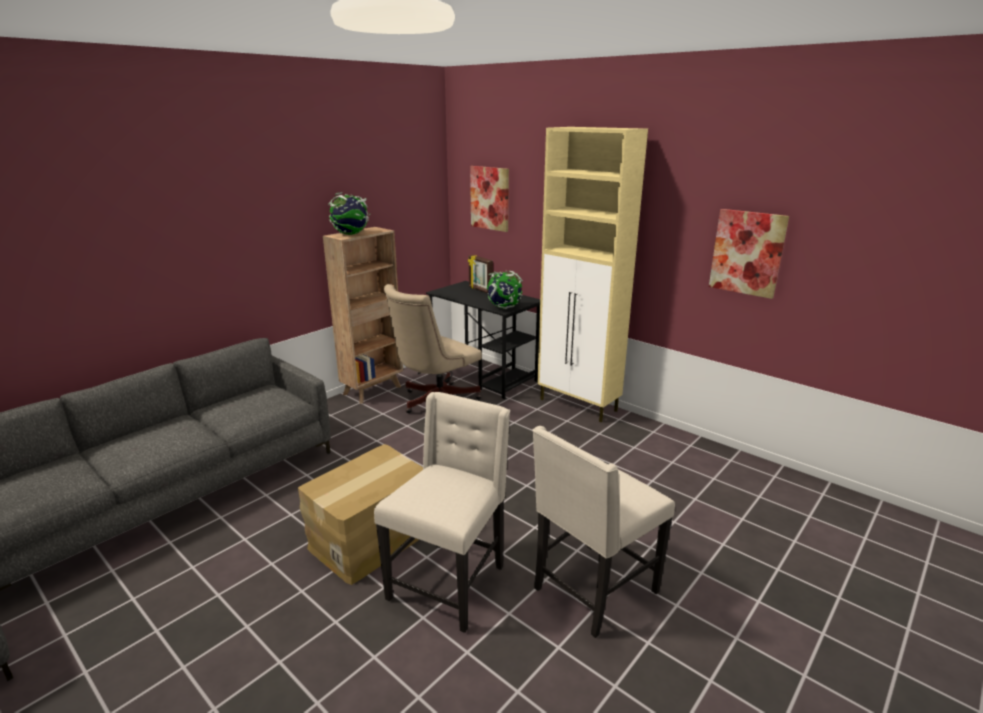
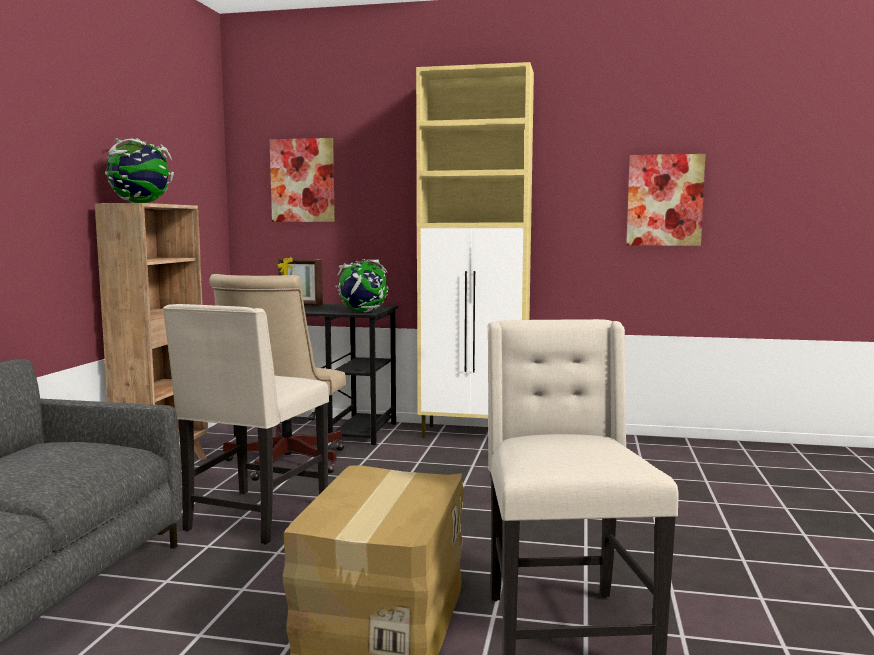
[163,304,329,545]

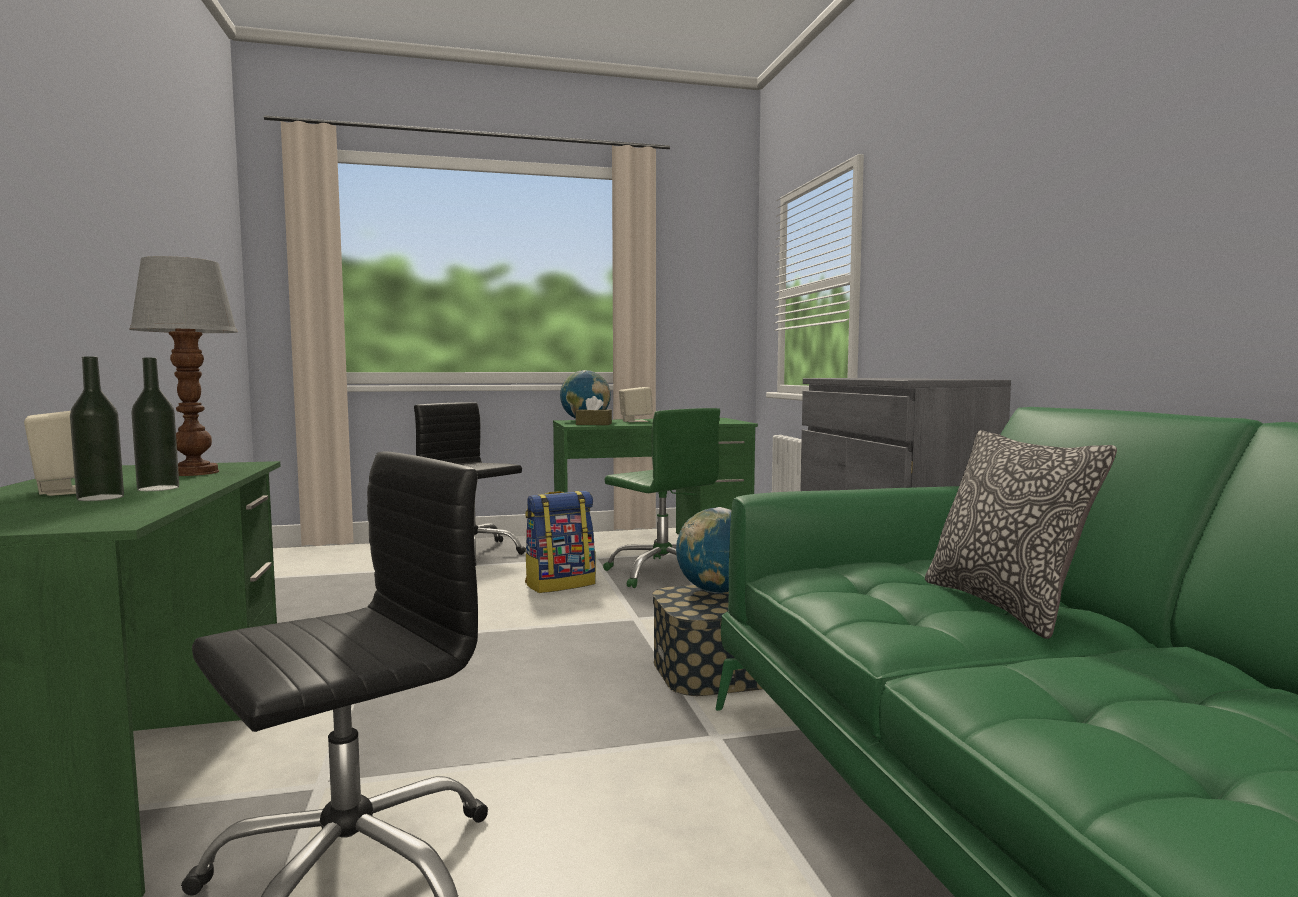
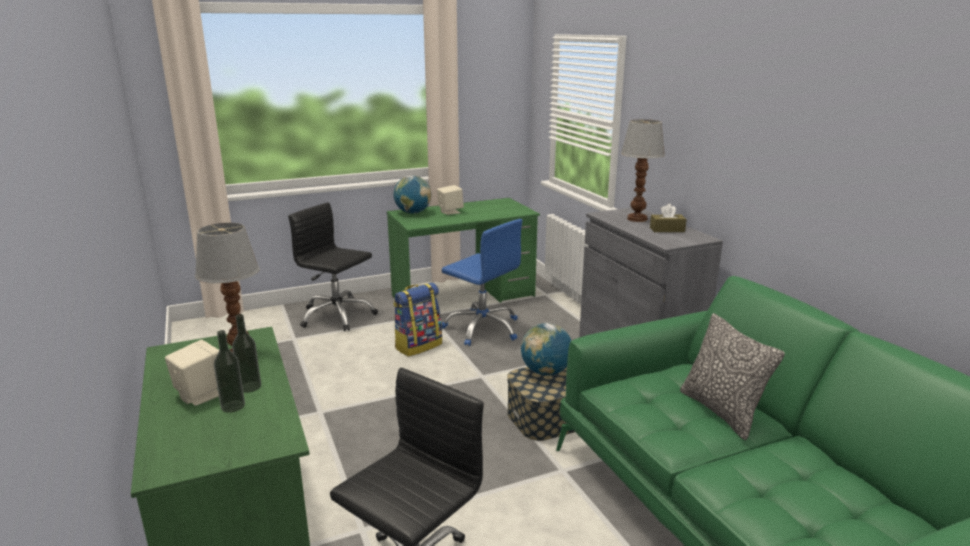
[621,119,665,222]
[650,204,687,232]
[442,219,522,346]

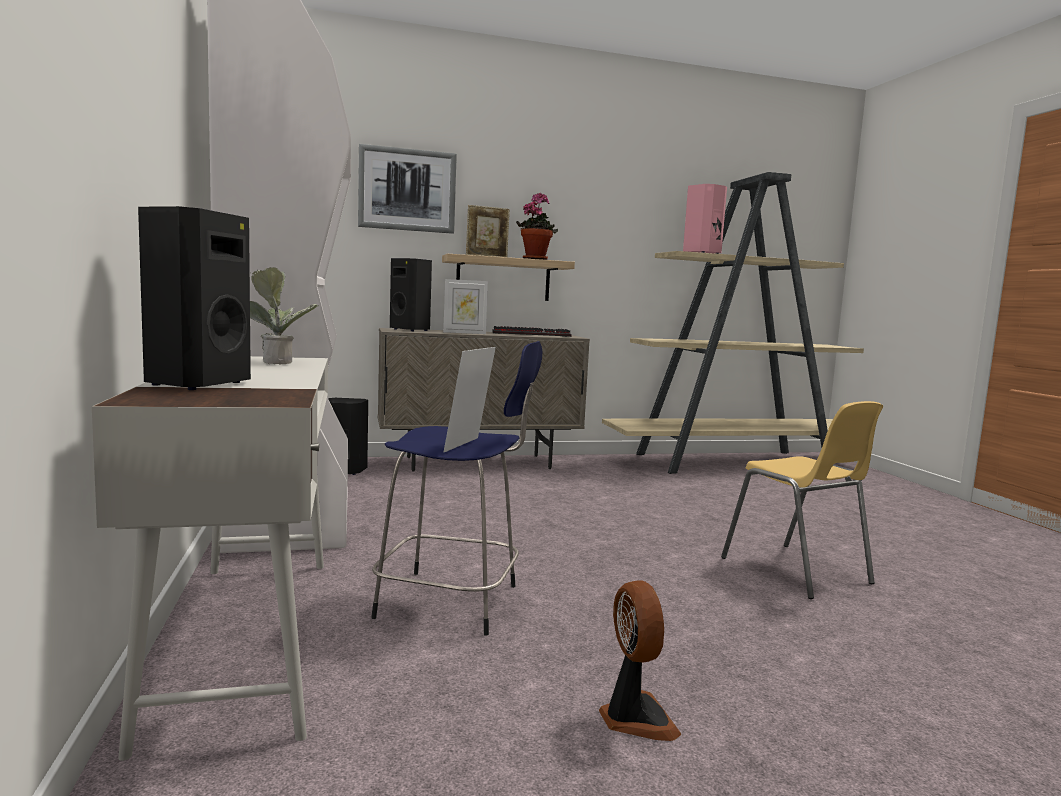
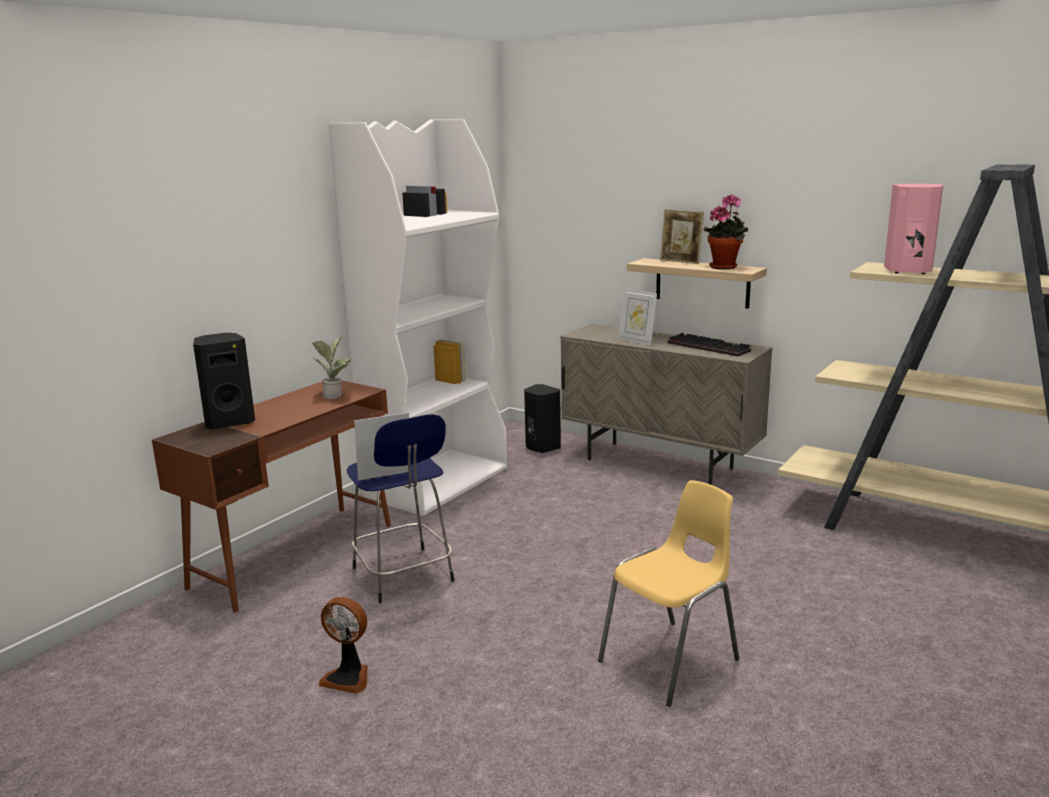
[358,144,457,234] (first image)
[390,258,432,331] (first image)
[152,381,391,613]
[319,597,368,694]
[598,480,739,707]

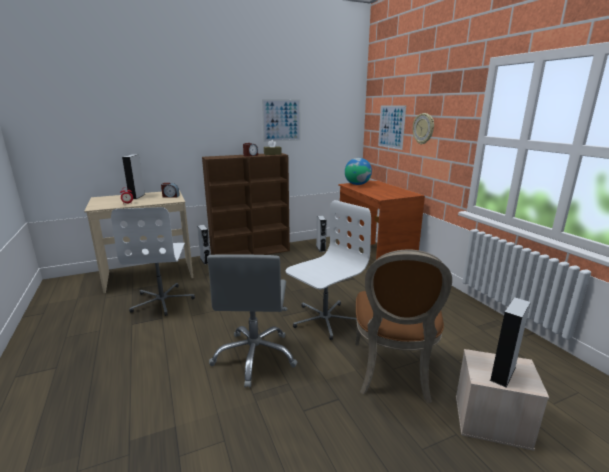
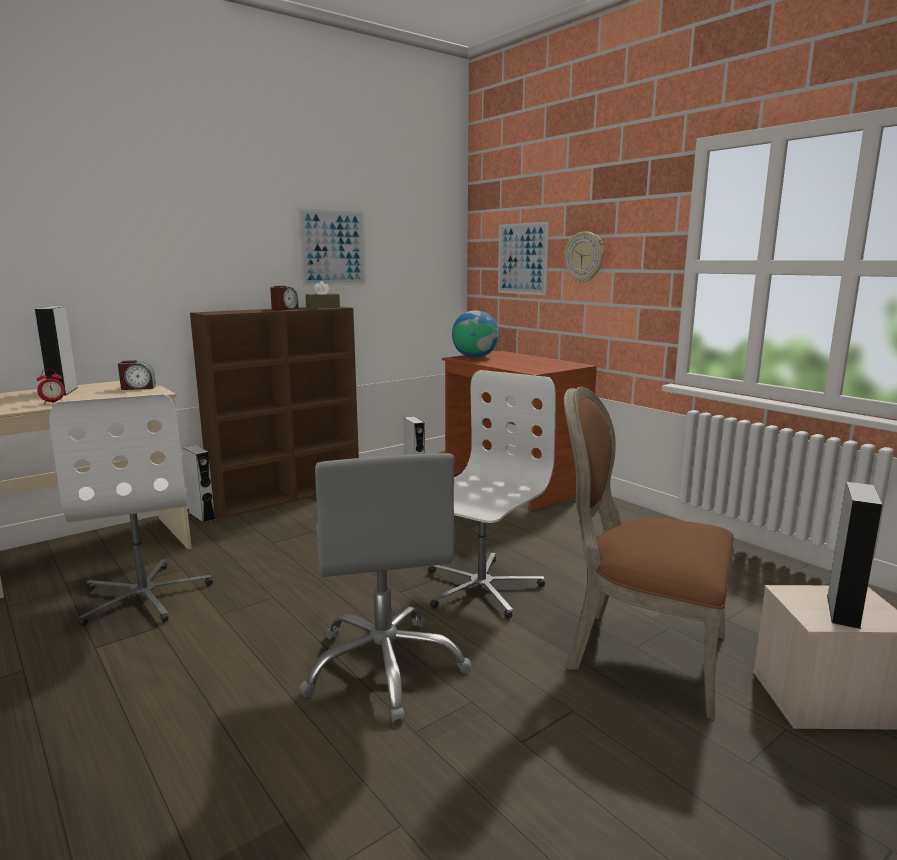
[564,387,733,720]

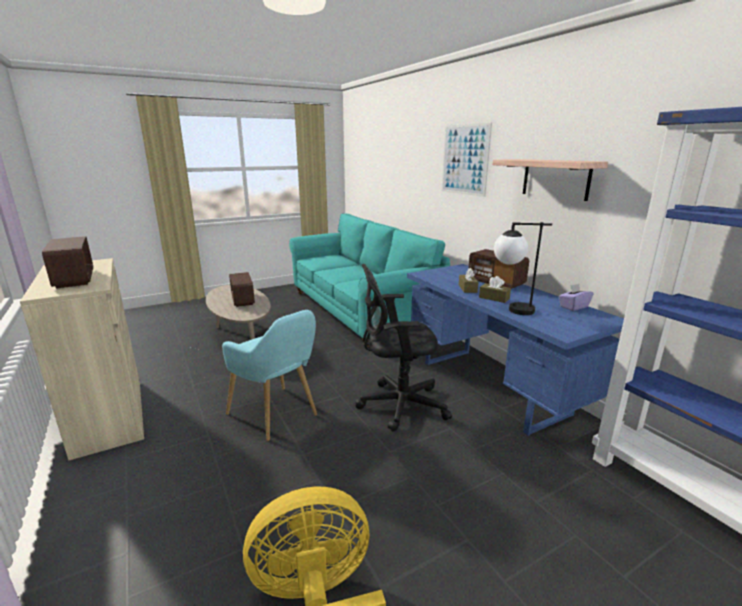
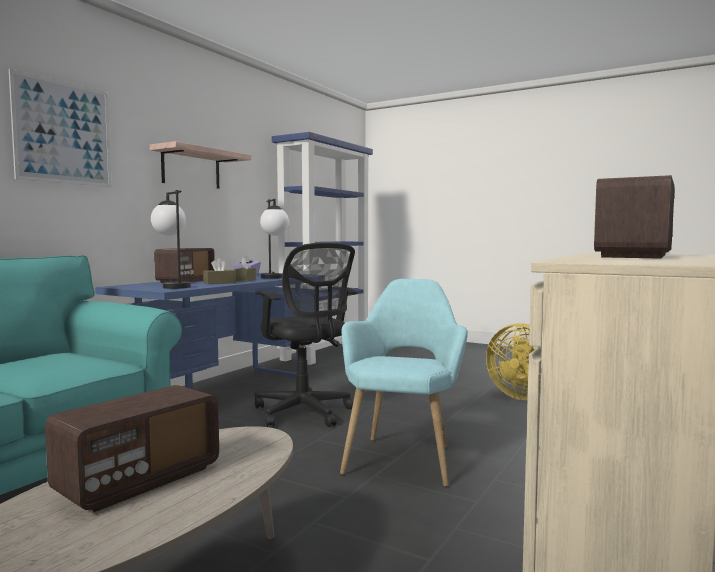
[151,190,191,289]

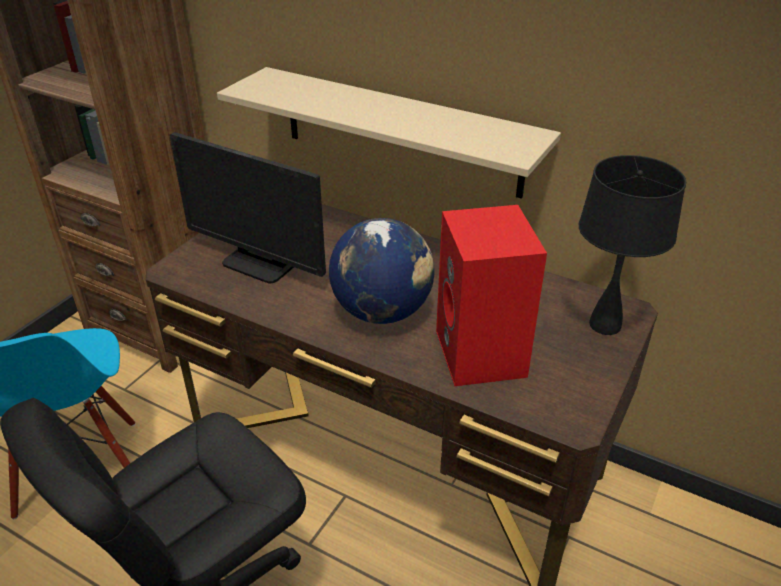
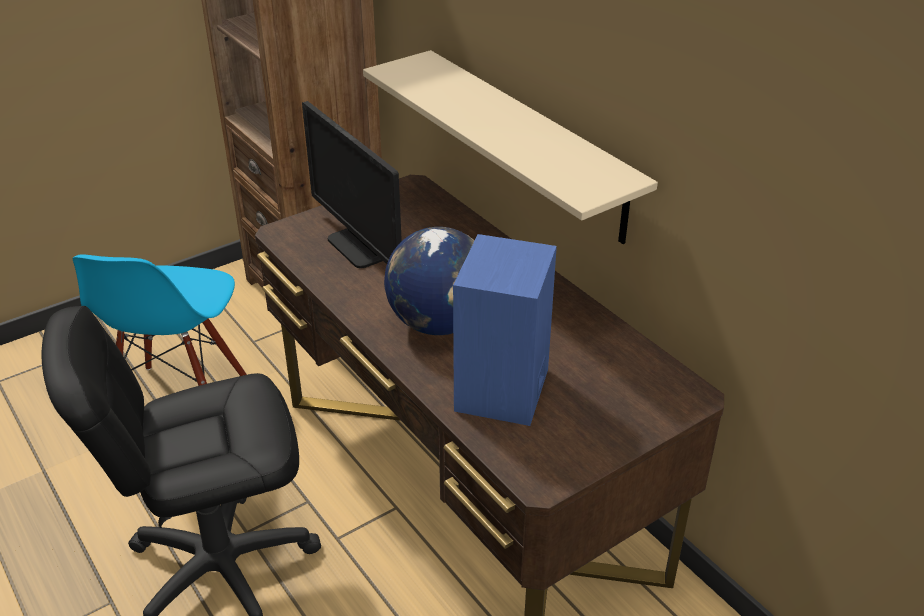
[579,155,686,335] (first image)
[453,234,557,426]

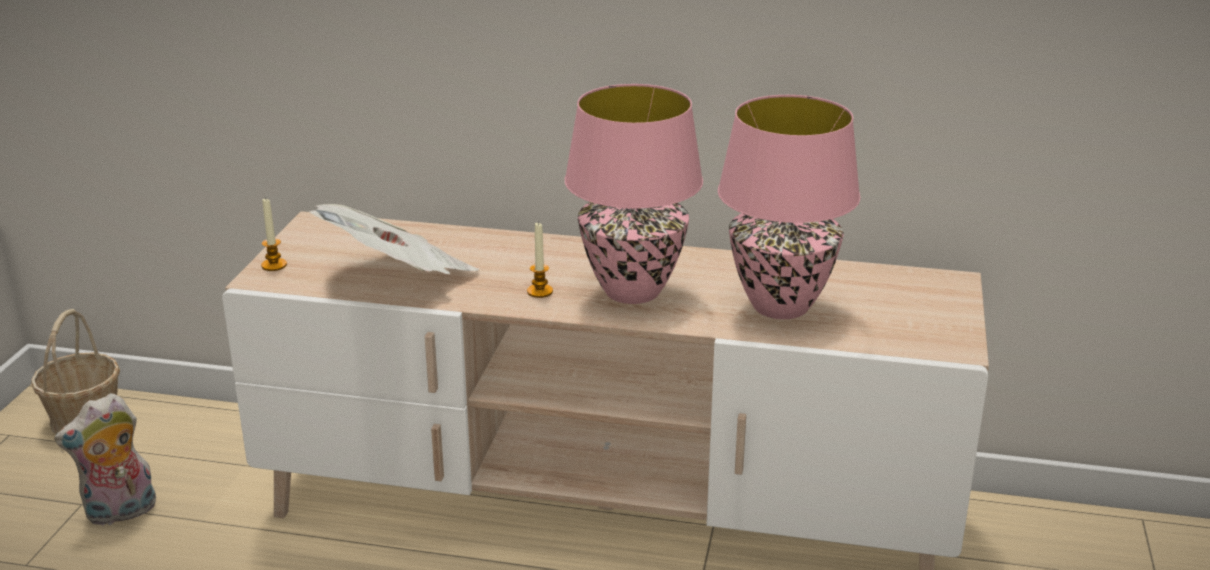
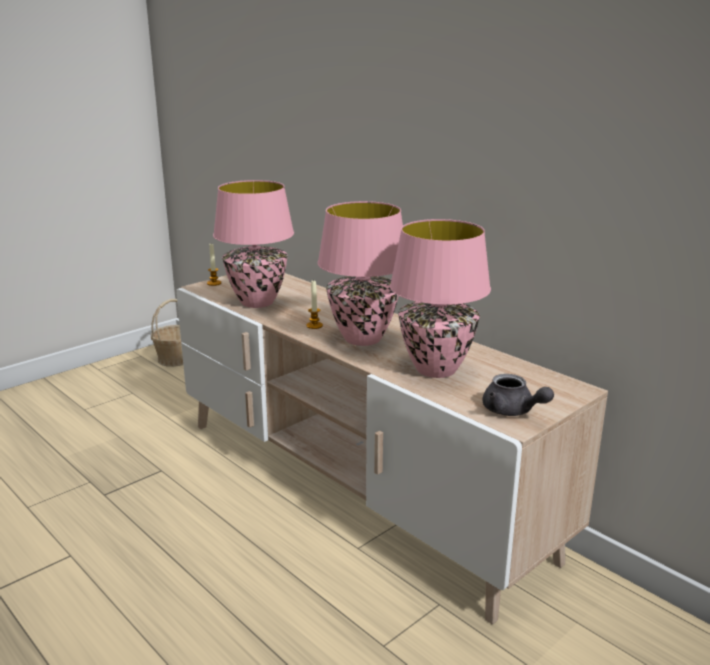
[54,393,156,525] (first image)
[482,374,554,416]
[213,180,294,308]

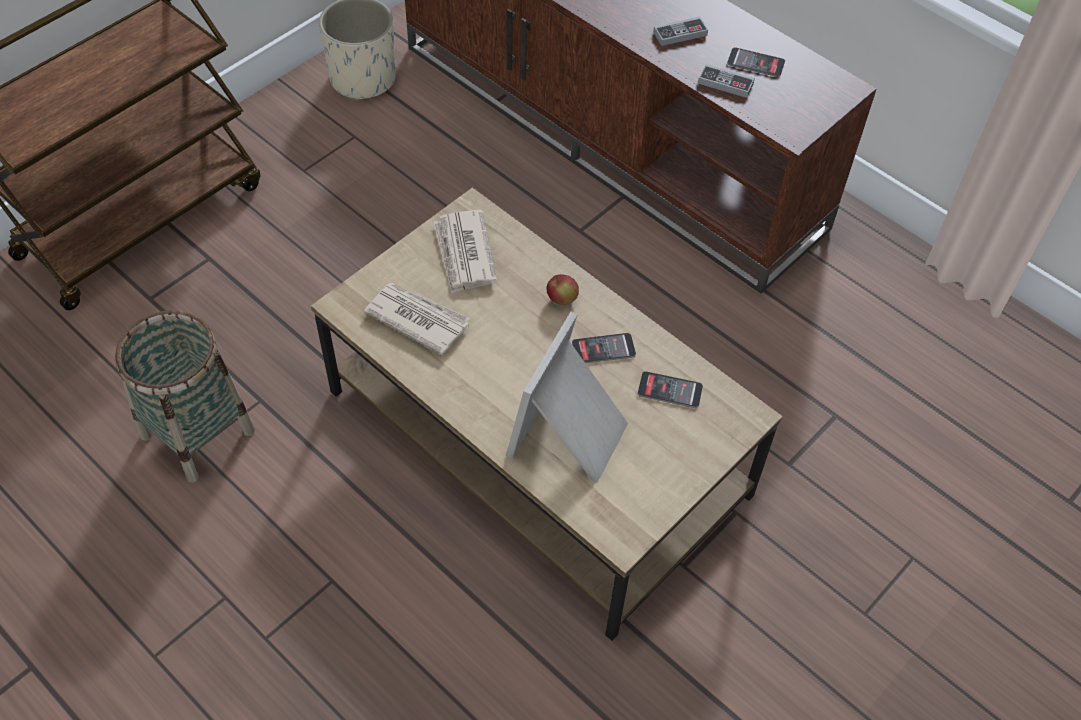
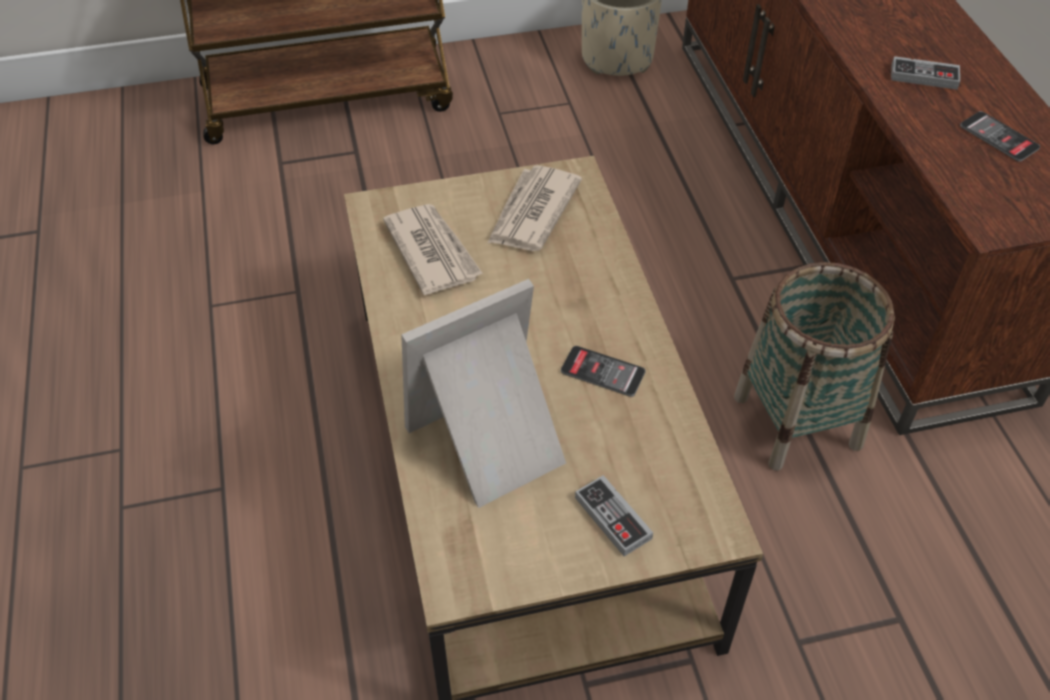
[547,274,579,305] (first image)
[638,371,703,408] (first image)
[734,262,895,471]
[575,475,653,556]

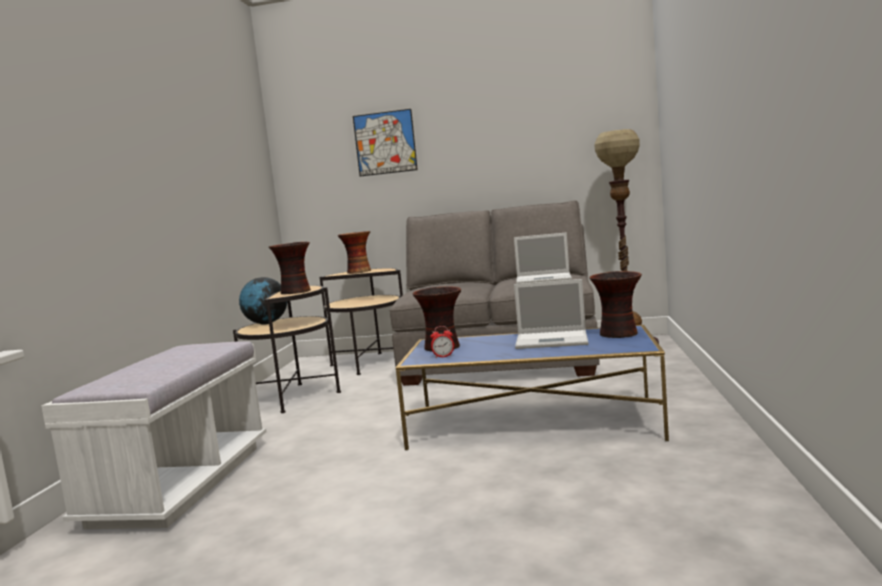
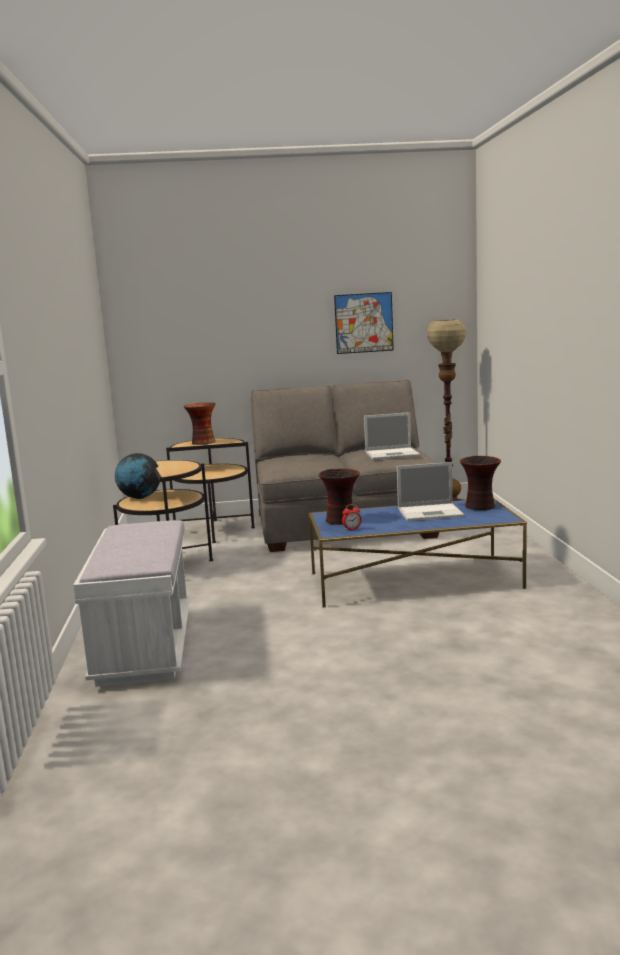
[269,242,311,294] (first image)
[334,292,394,354]

